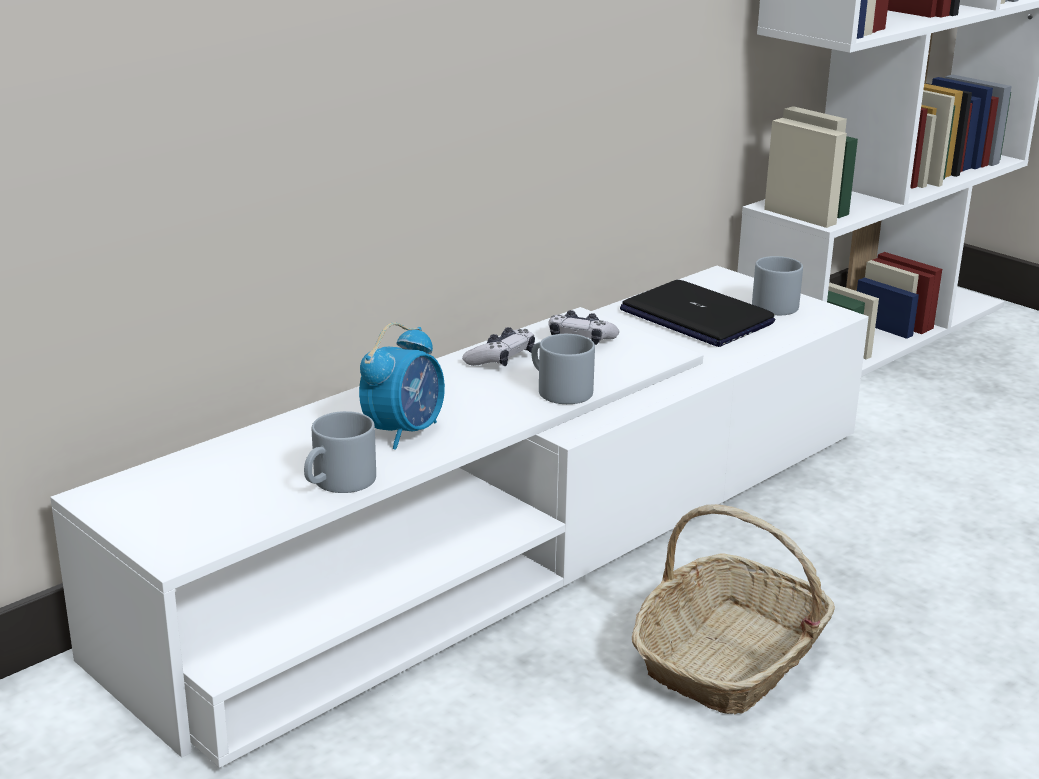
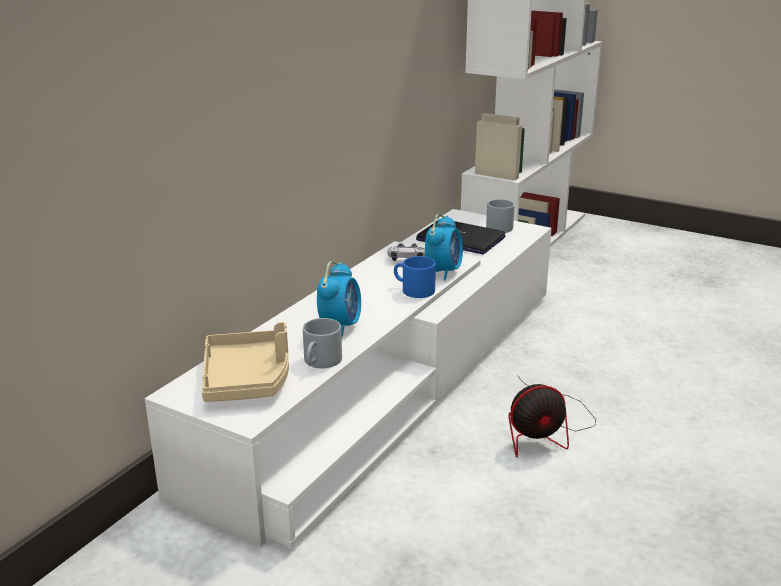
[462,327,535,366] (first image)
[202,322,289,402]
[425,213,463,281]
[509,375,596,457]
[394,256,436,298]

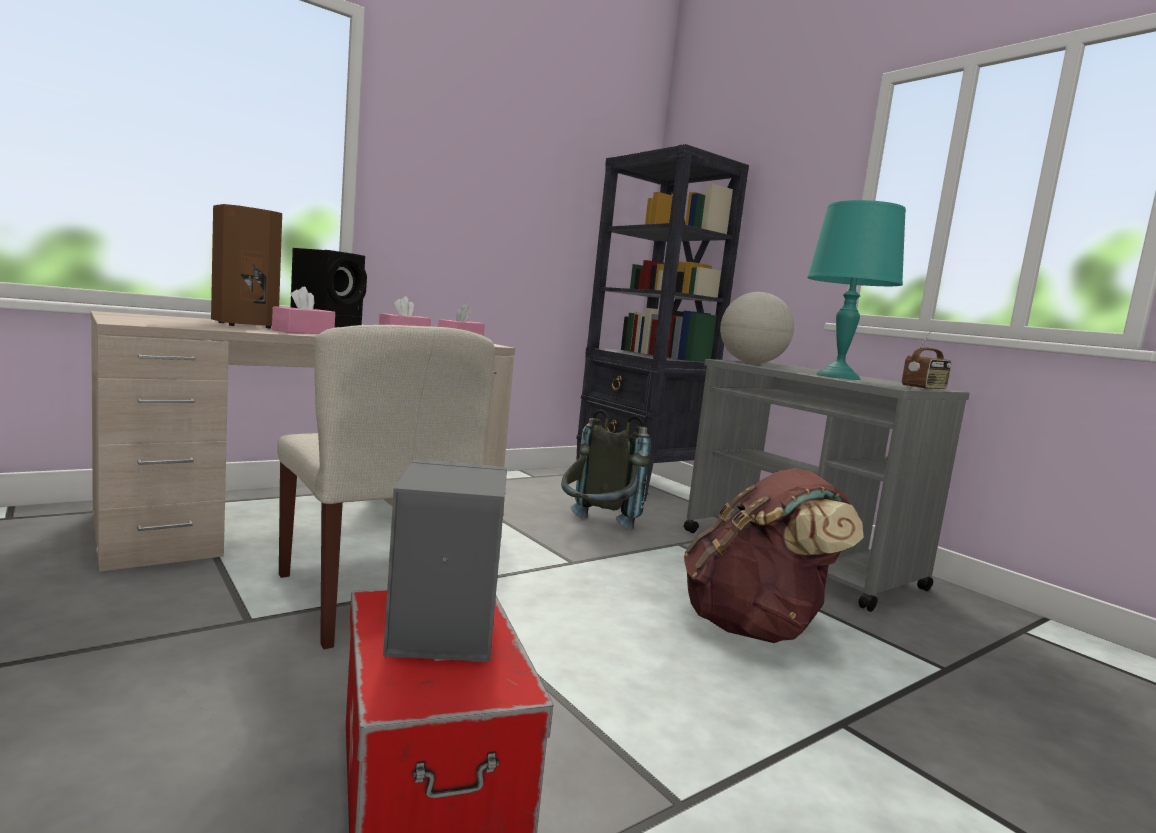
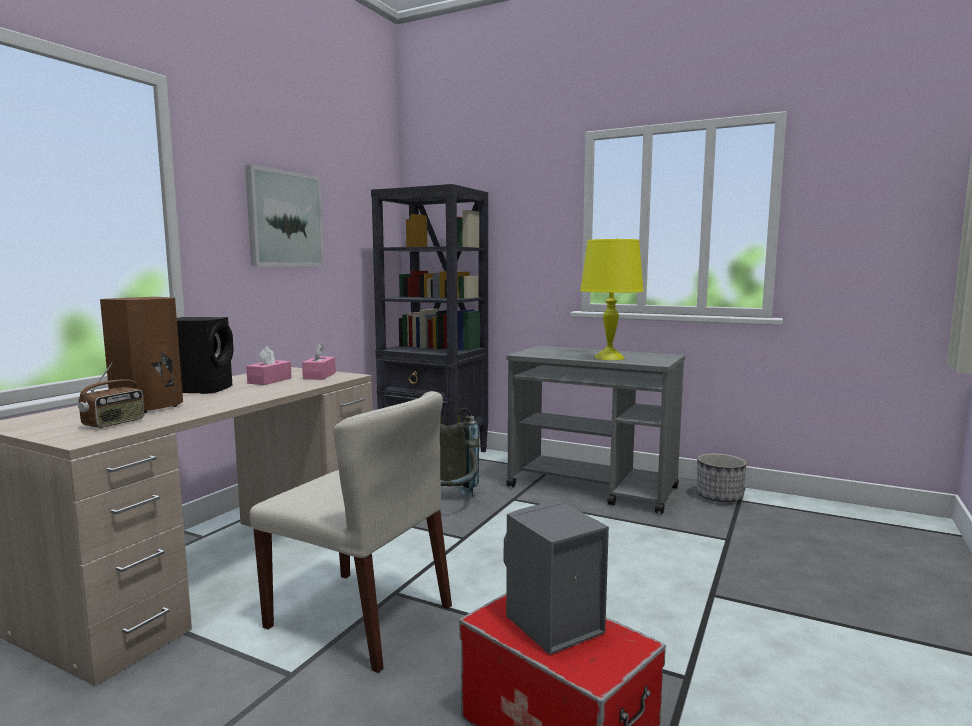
[272,287,335,334] (first image)
[684,469,864,643] (first image)
[720,292,794,364] (first image)
[245,164,324,266]
[697,453,746,502]
[78,362,145,429]
[580,239,644,360]

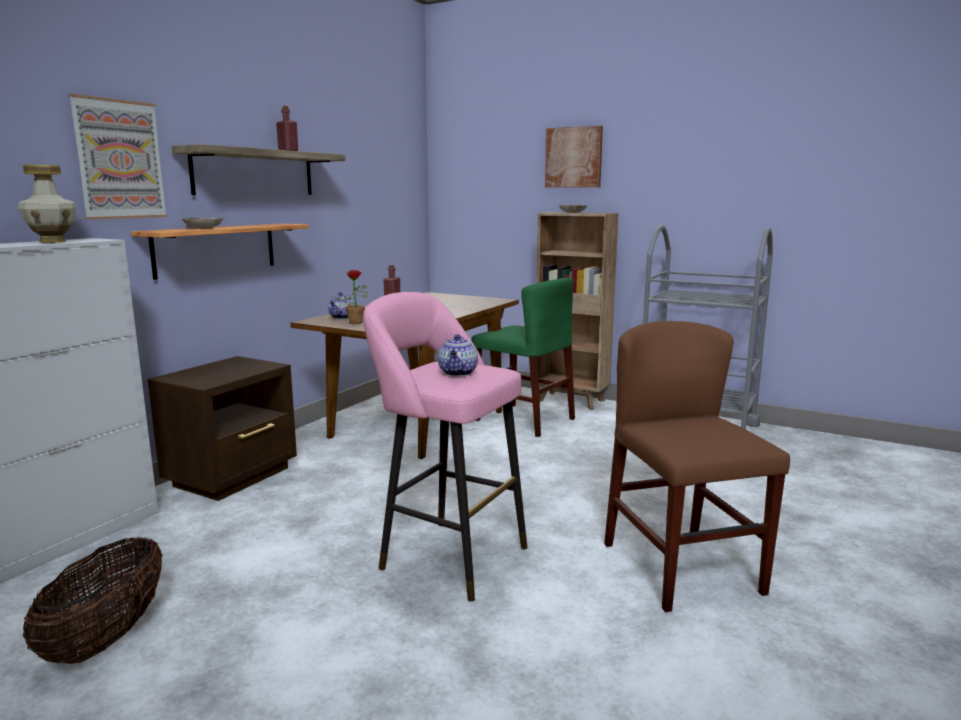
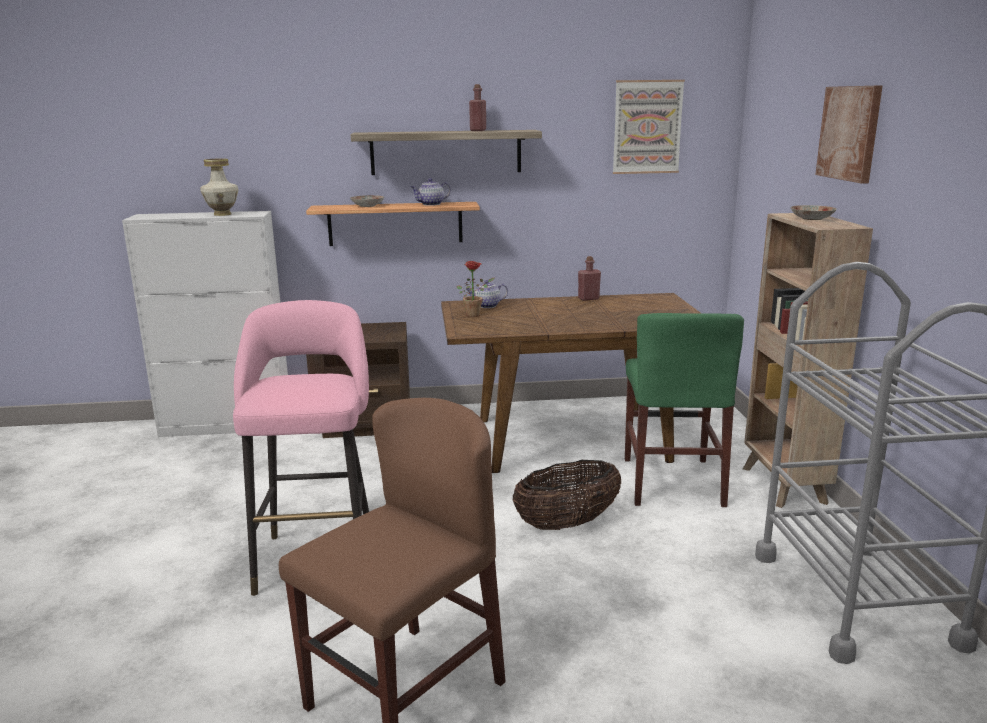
[513,460,621,530]
[613,80,685,174]
[411,178,451,206]

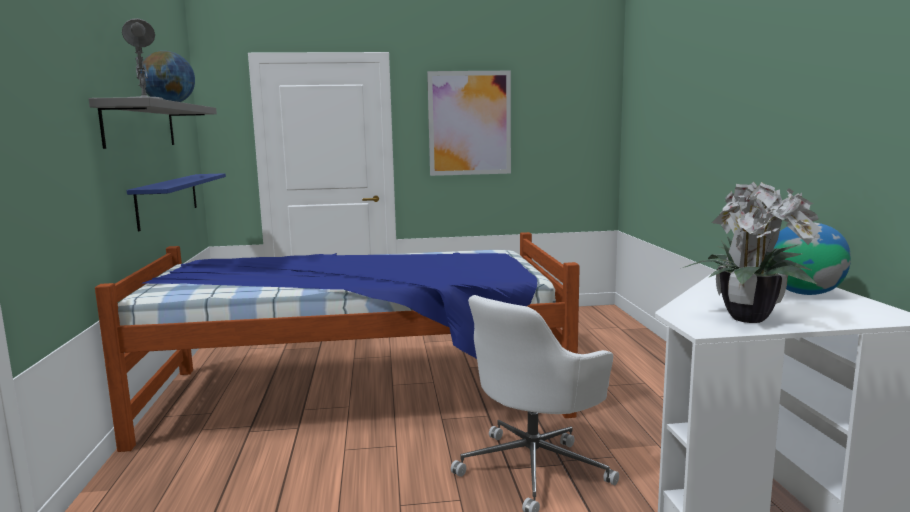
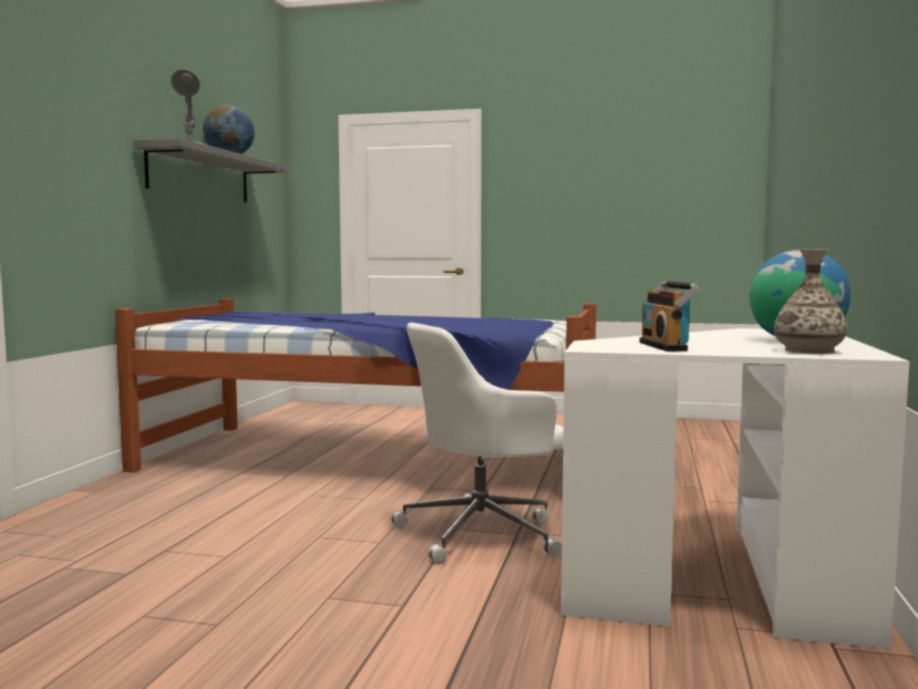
[127,173,226,231] (first image)
[427,71,511,176] (first image)
[774,249,847,354]
[639,281,699,351]

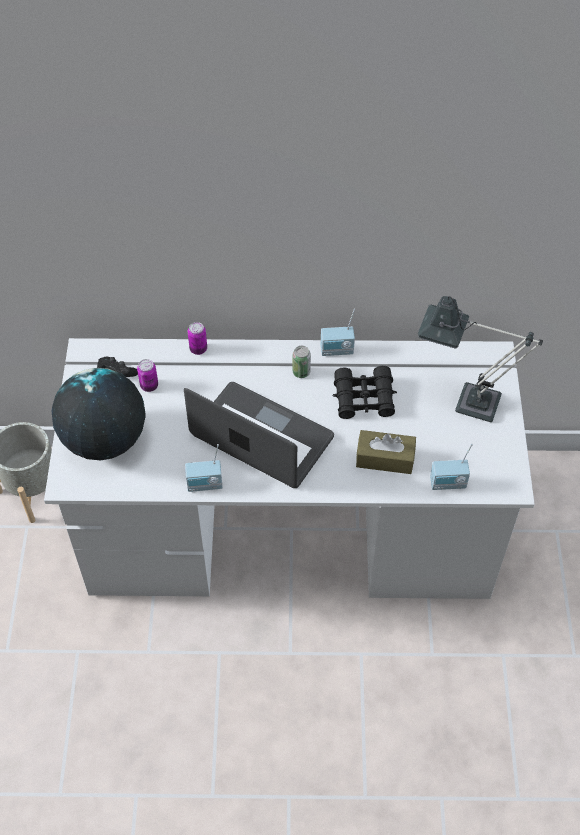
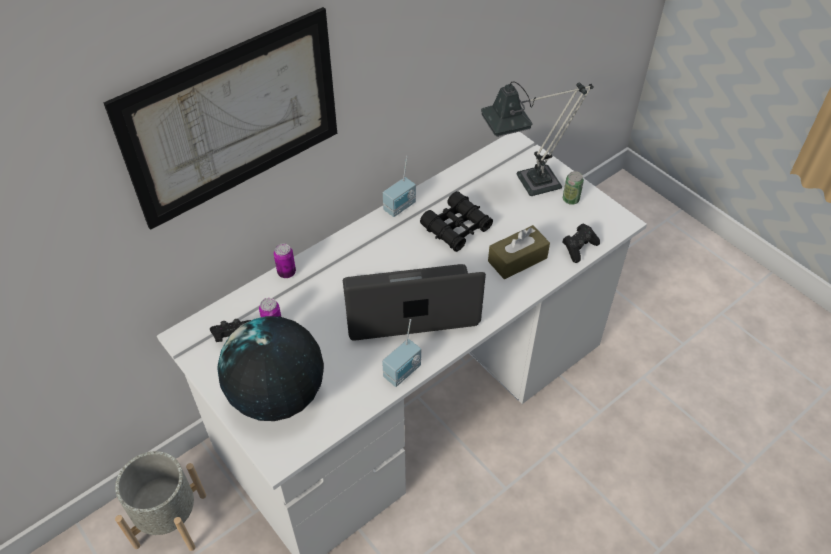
[104,7,337,230]
[563,171,584,205]
[562,223,600,263]

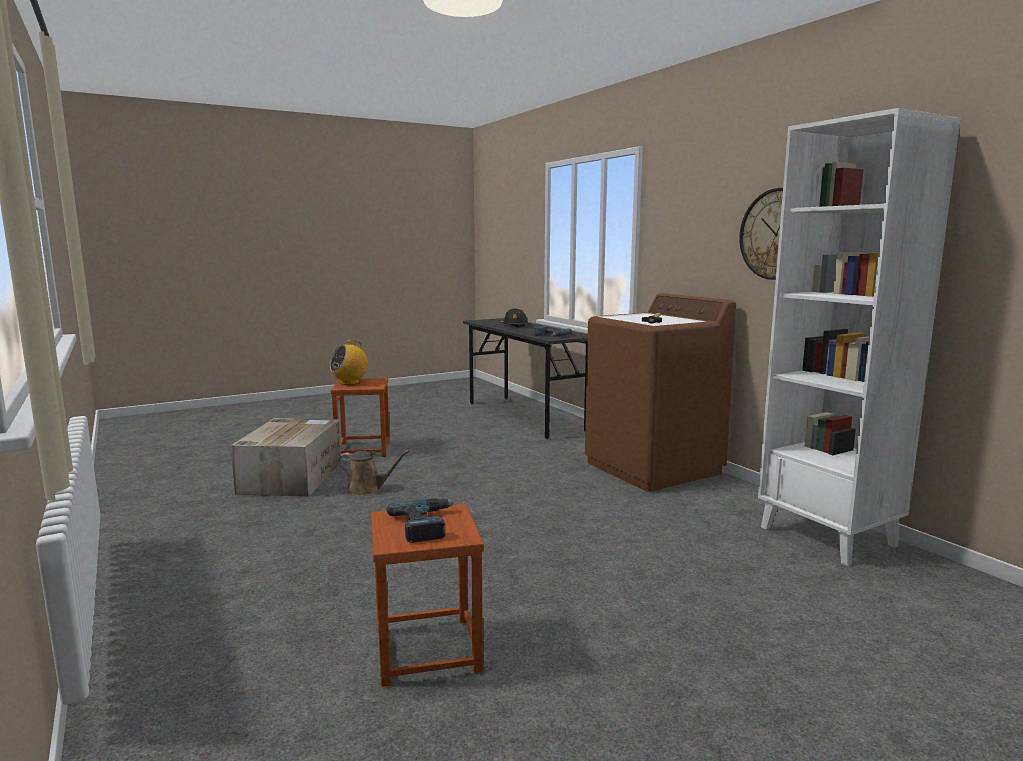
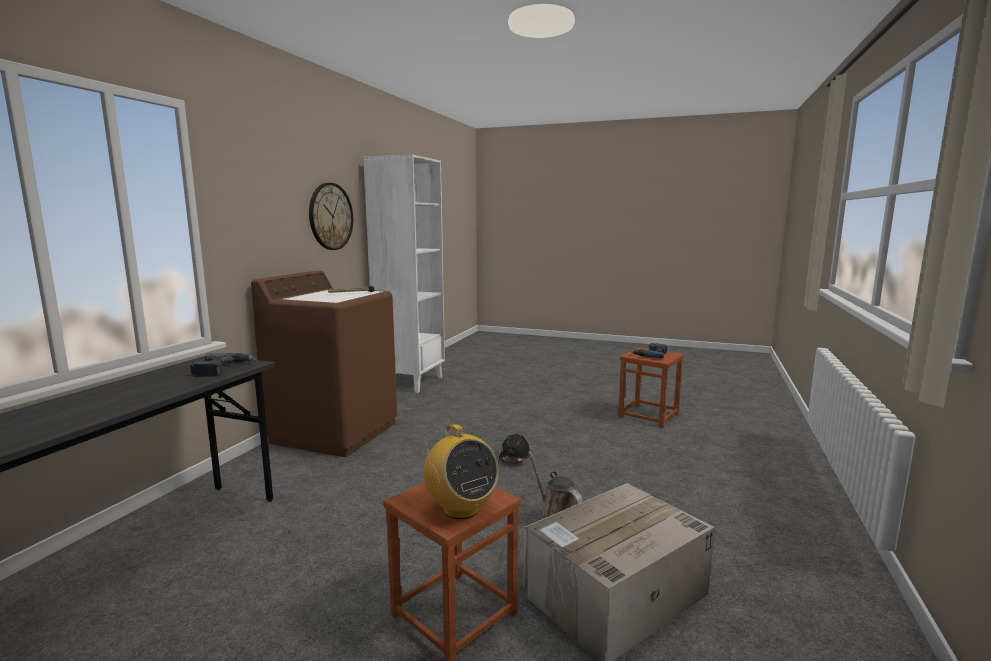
[499,434,531,464]
[423,424,499,519]

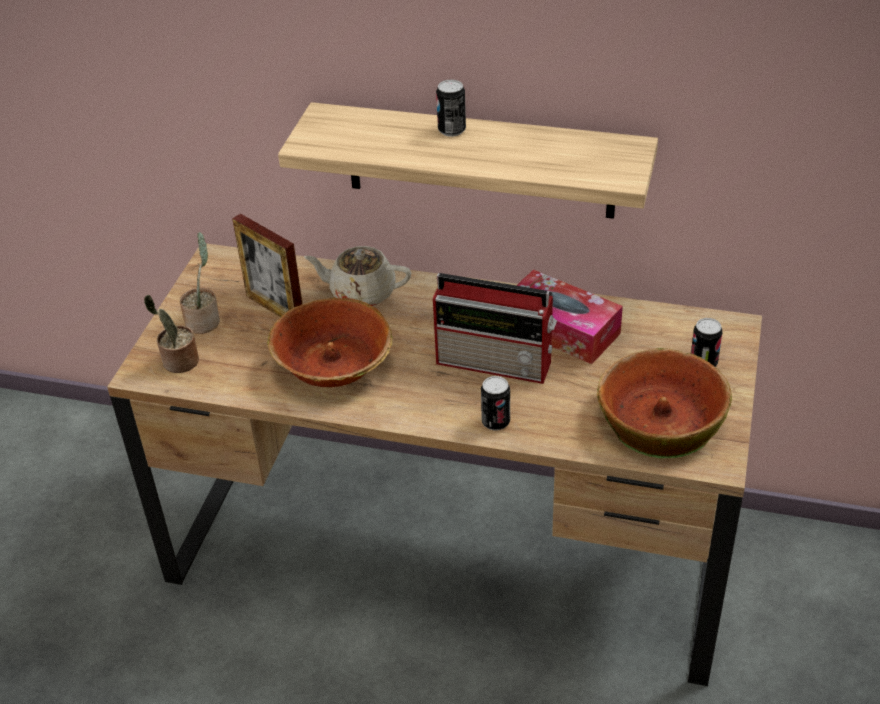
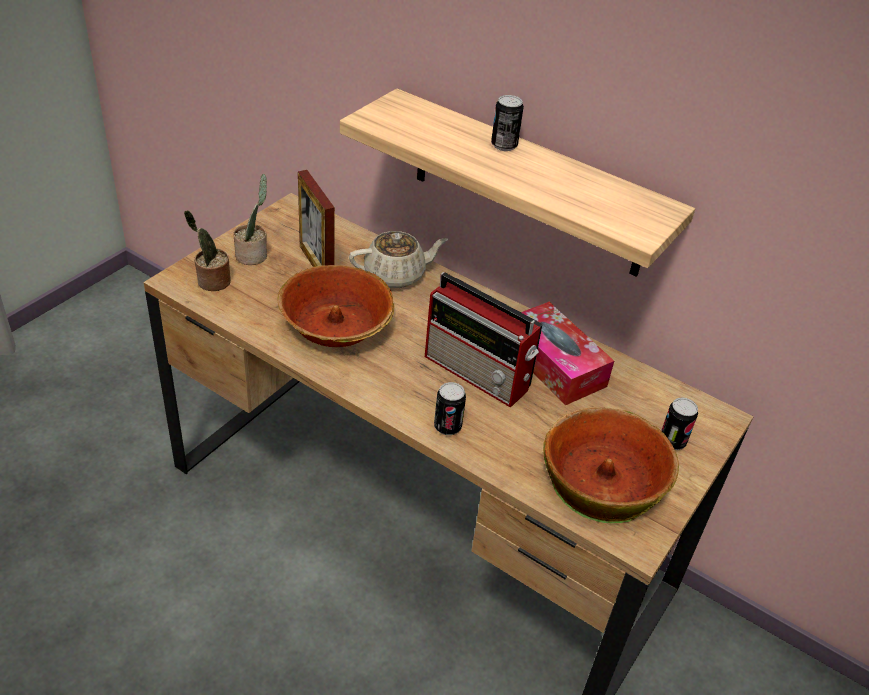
[349,231,448,288]

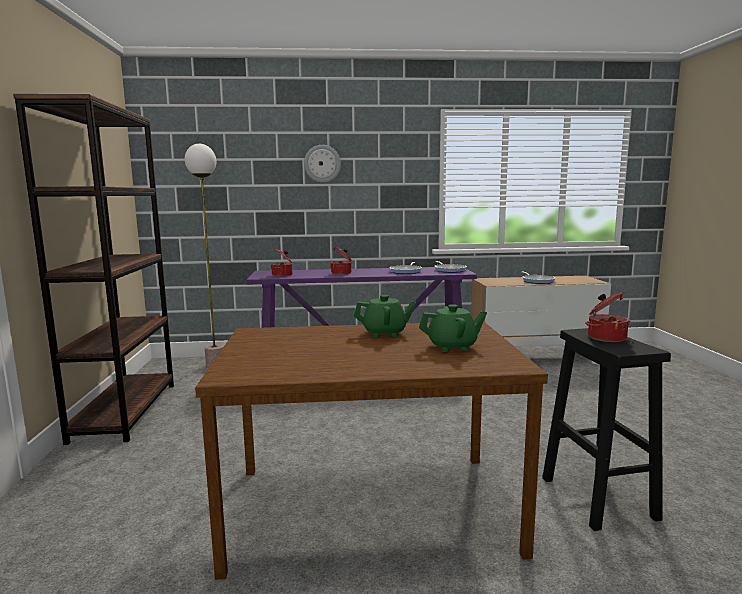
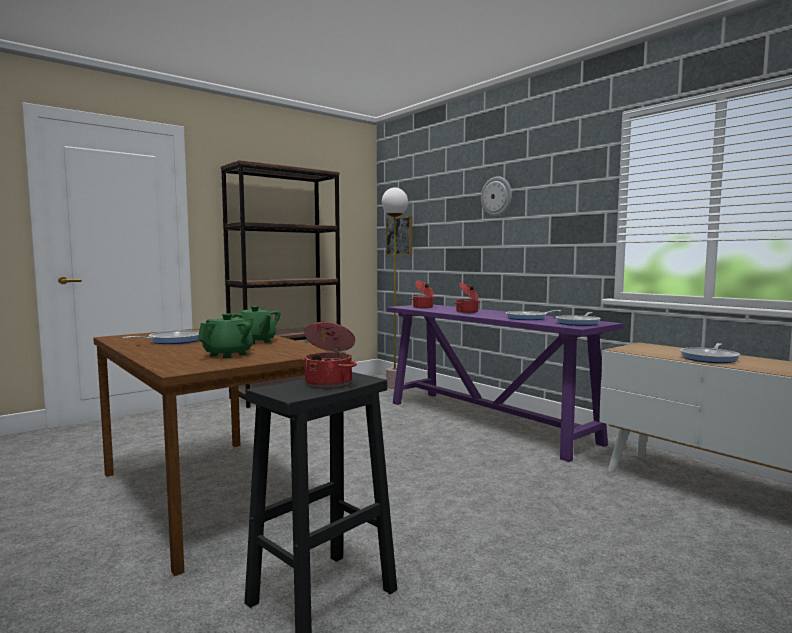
[123,330,199,344]
[386,216,412,255]
[198,313,254,359]

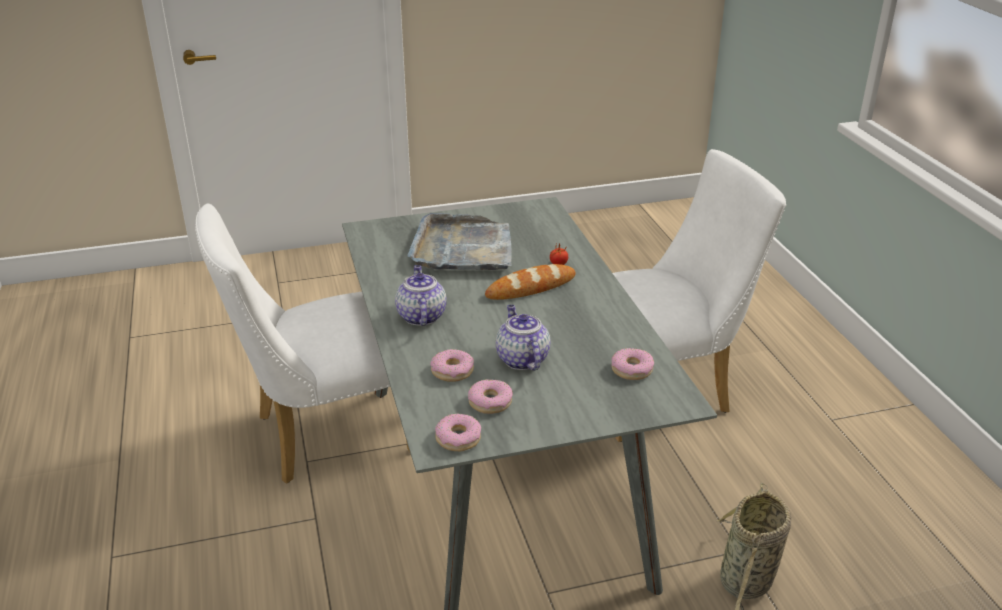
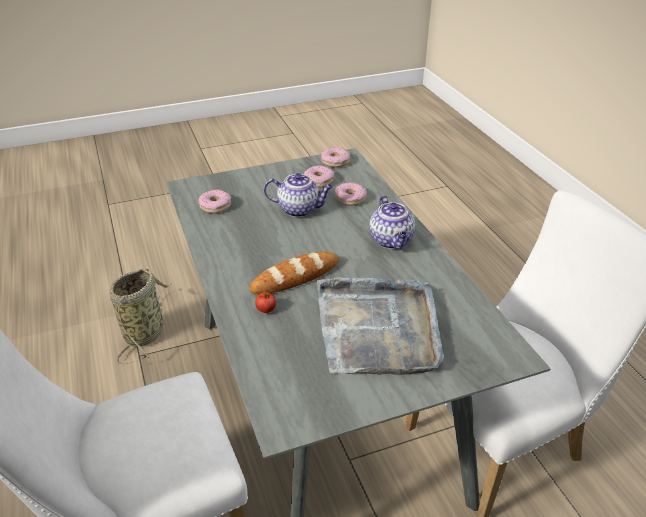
[264,173,333,217]

